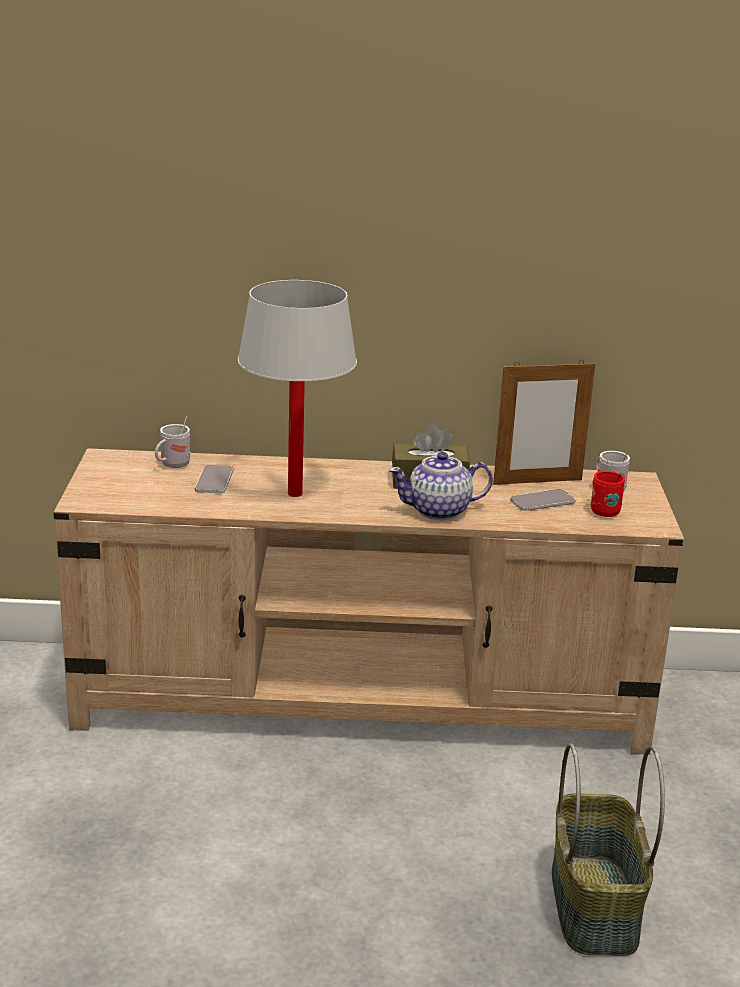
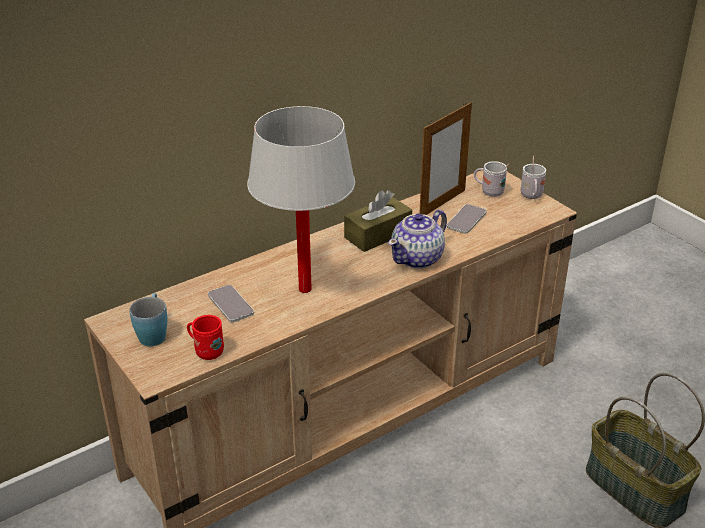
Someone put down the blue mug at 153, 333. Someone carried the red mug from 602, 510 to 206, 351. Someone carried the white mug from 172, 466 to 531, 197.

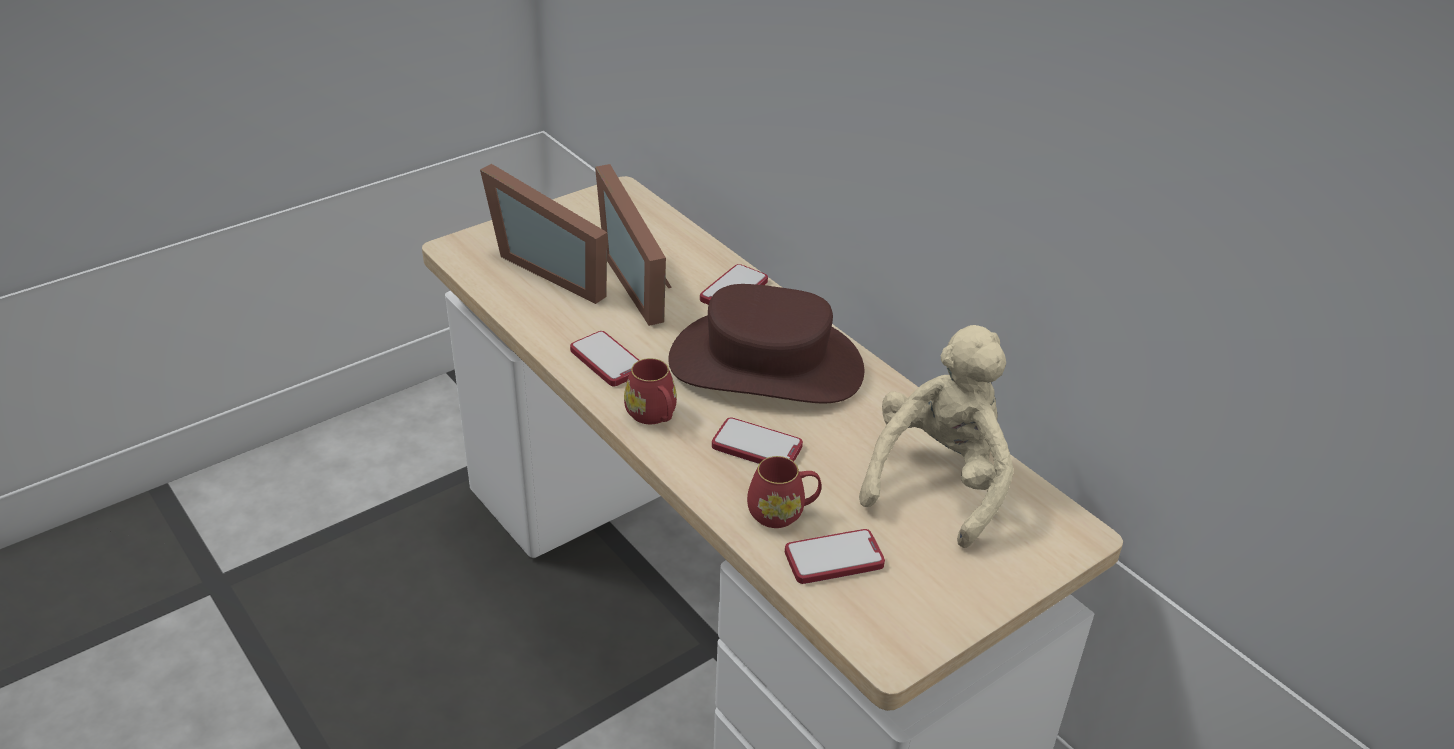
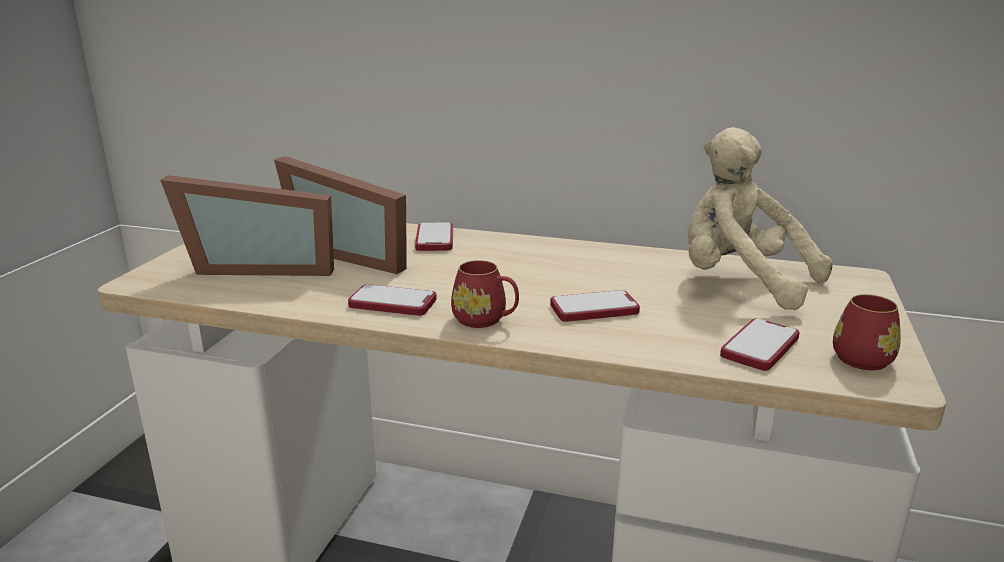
Someone rotated the beige plush toy at 938, 481 by 45 degrees counterclockwise. Someone carried the red mug from 782, 512 to 865, 356. Someone took away the brown hat at 766, 364.

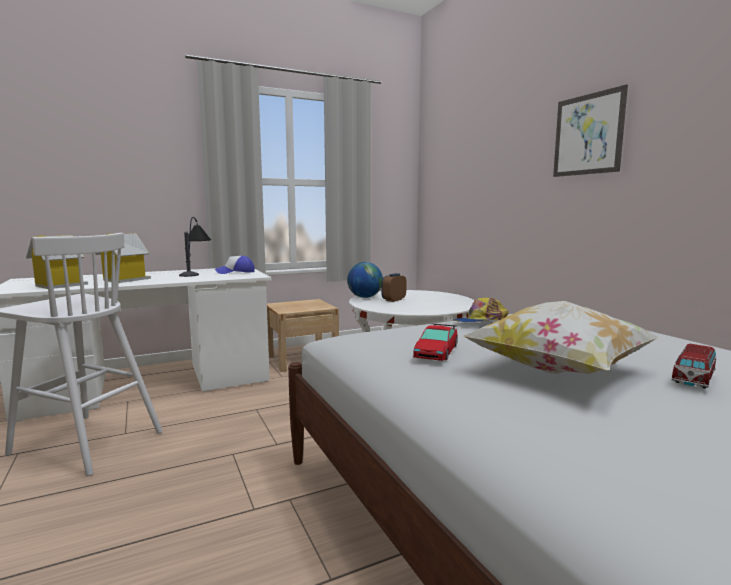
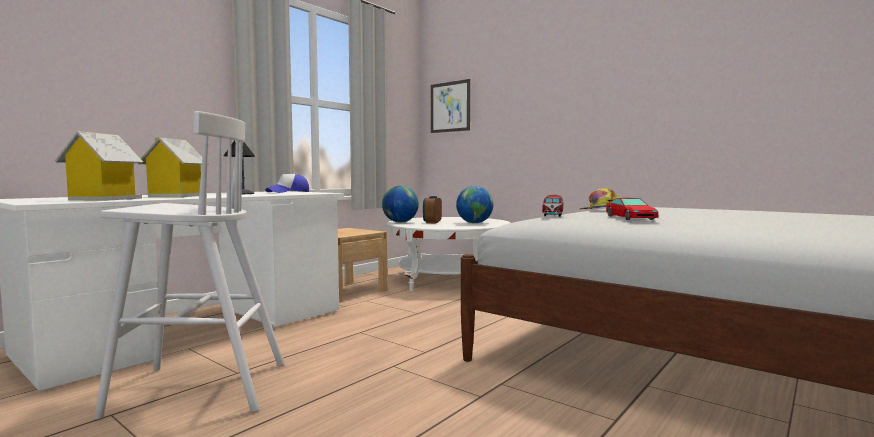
Someone carried the picture from 588, 134 to 450, 107. Someone put down the globe at 474, 223. Someone carried the toy car from 693, 380 to 553, 215. Someone took away the pillow at 558, 371.

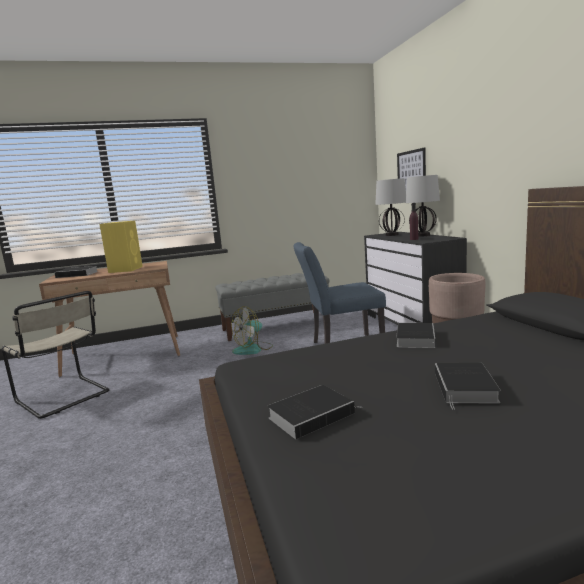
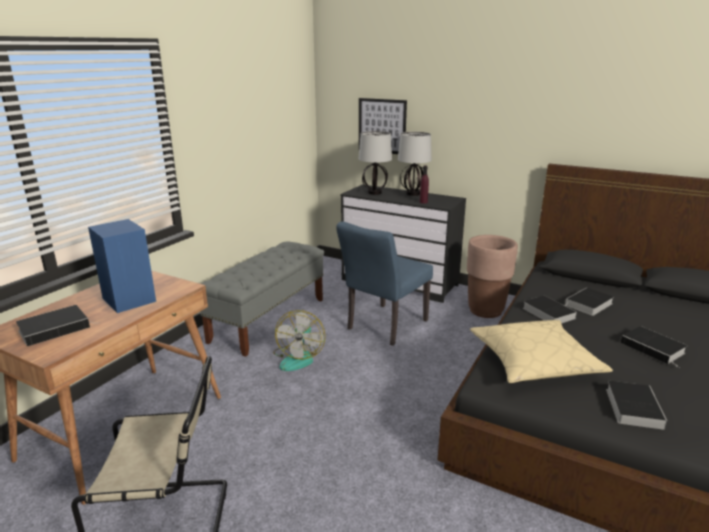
Someone repainted the yellow speaker at 126, 269, which became the blue speaker at 128, 299. Someone put down the beige pillow at 534, 361. Someone put down the book at 588, 305.

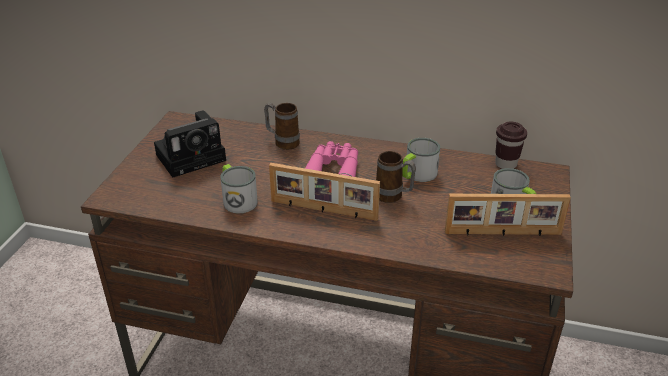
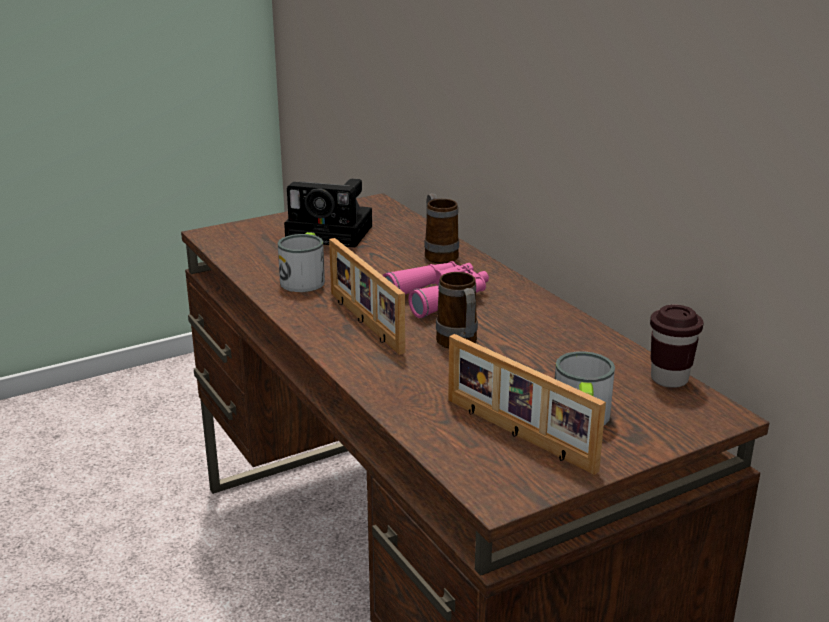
Someone took away the mug at 417, 175.

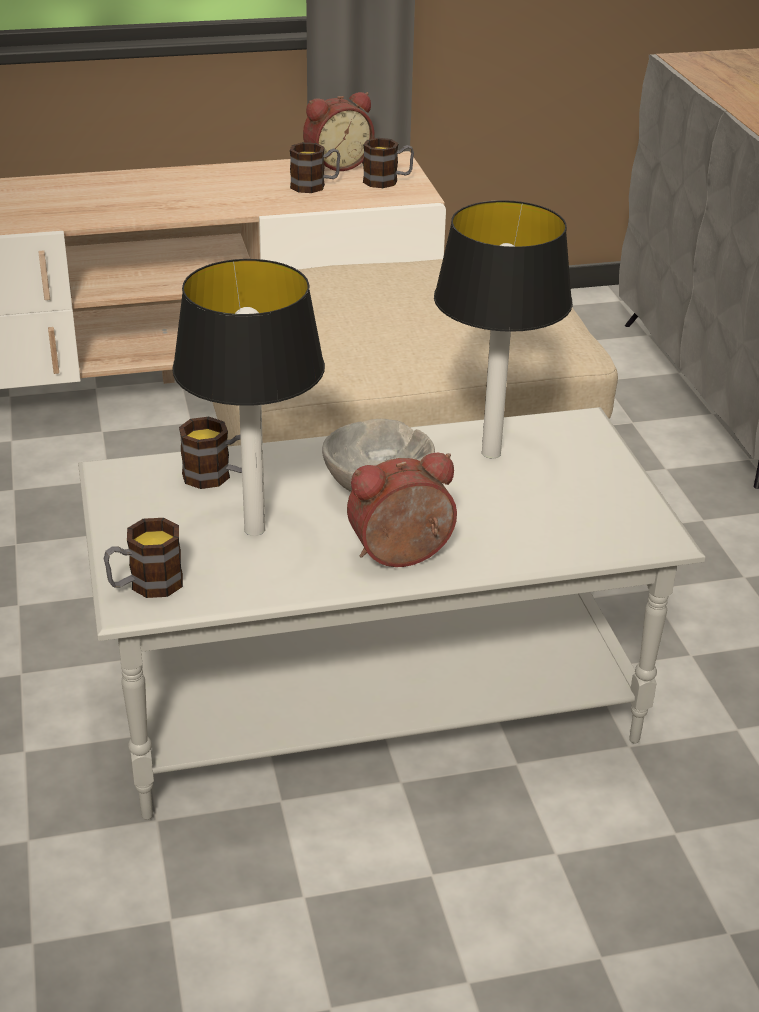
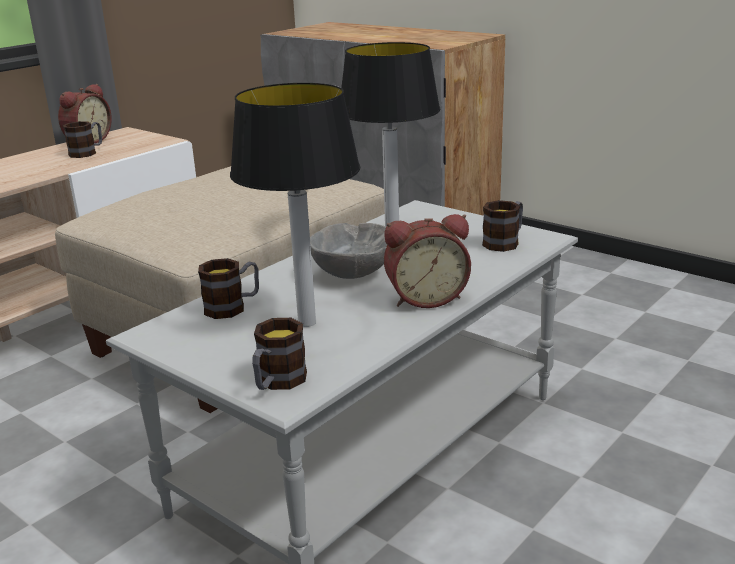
Someone rotated the alarm clock at 402, 557 by 135 degrees counterclockwise. Someone carried the mug from 388, 181 to 505, 242.

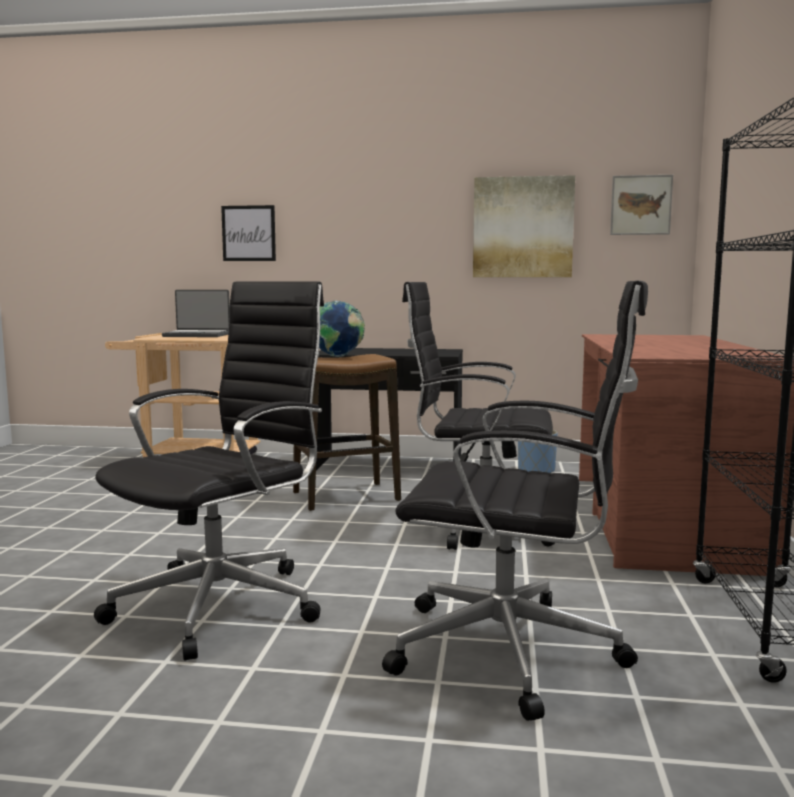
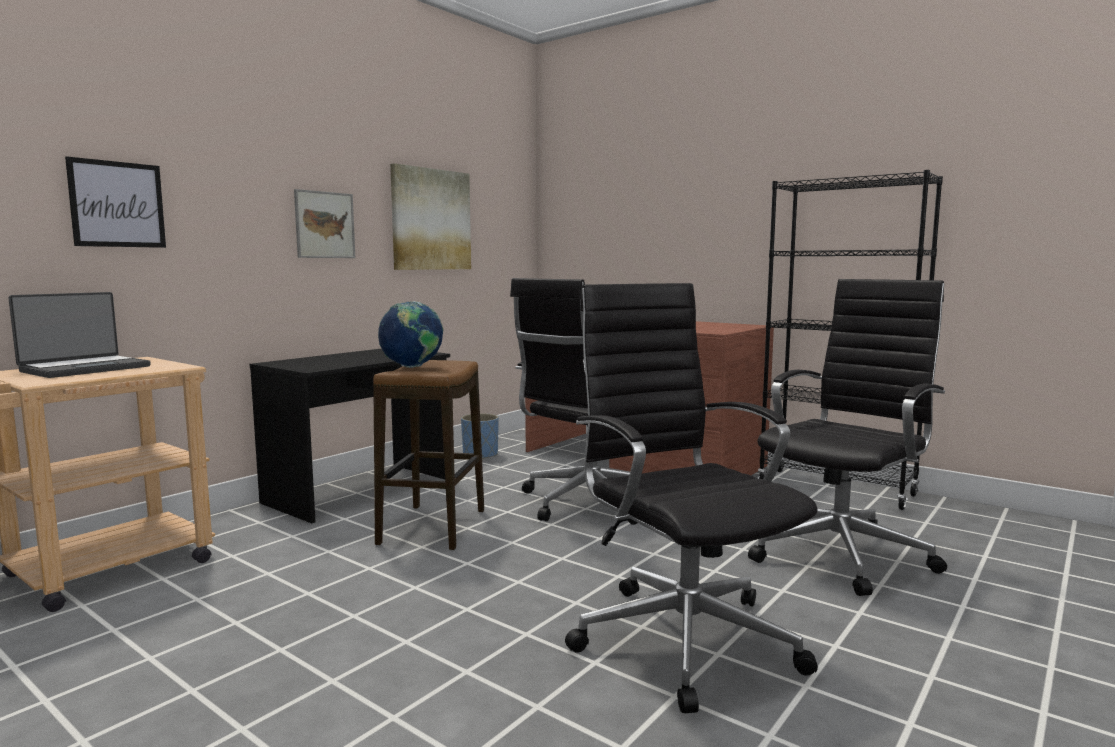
Someone carried the picture from 641, 205 to 325, 225.

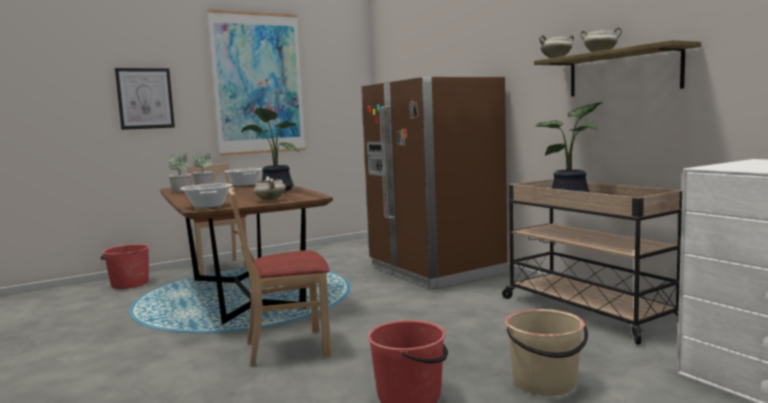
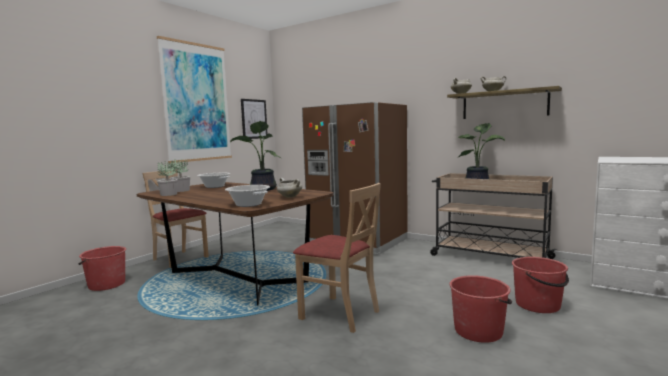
Someone carried the picture from 145, 98 to 254, 119. Someone rotated the beige chair at 287, 347 by 105 degrees counterclockwise. Someone repainted the beige bucket at 545, 382, which became the red bucket at 538, 305.

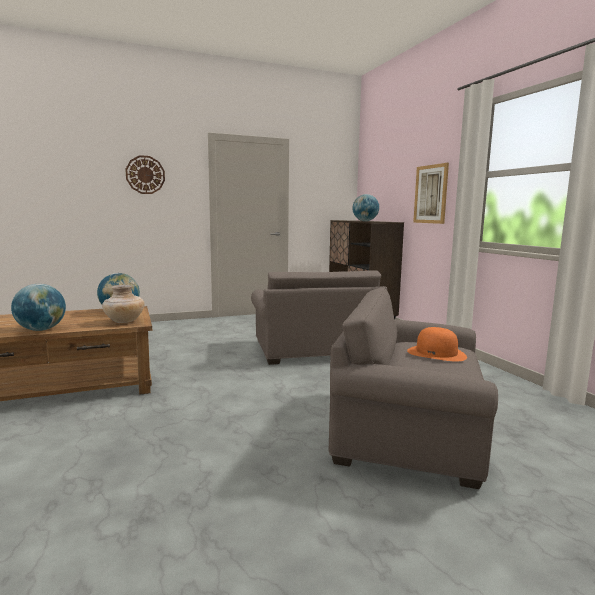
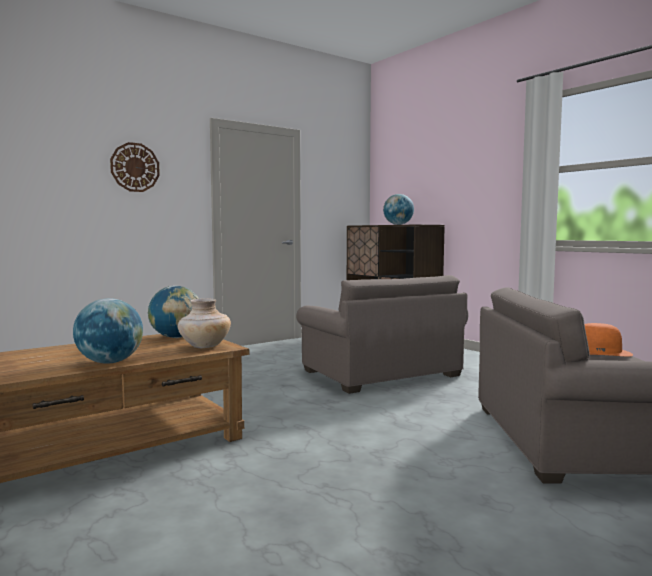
Someone took away the picture at 430, 194.

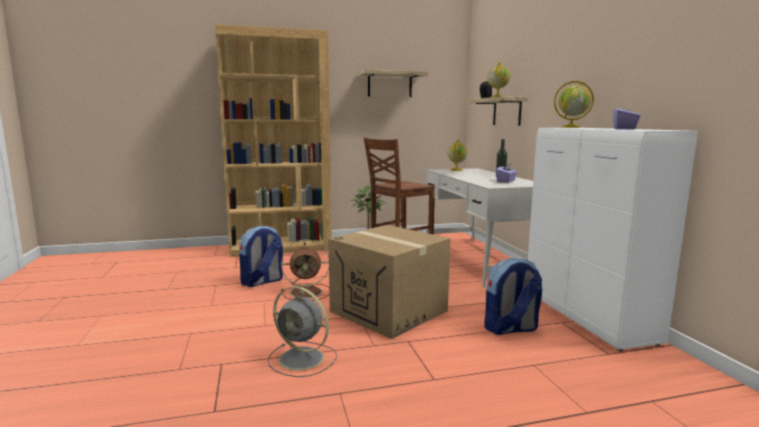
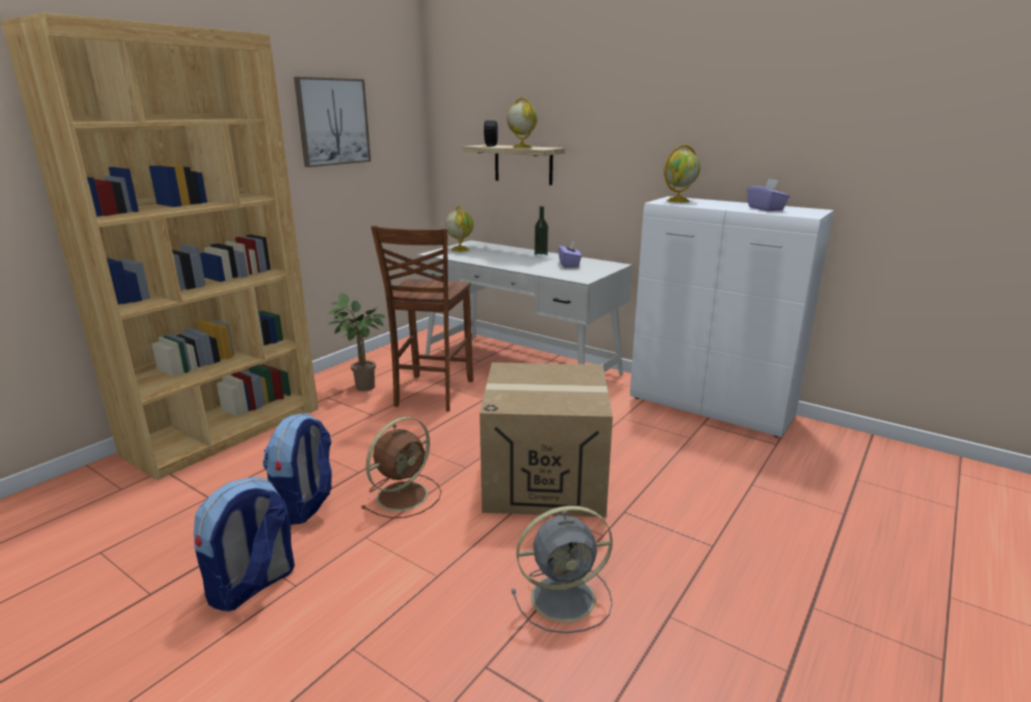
Someone carried the backpack from 510, 329 to 253, 586. Someone swapped the shelf at 389, 85 for the picture at 333, 122.

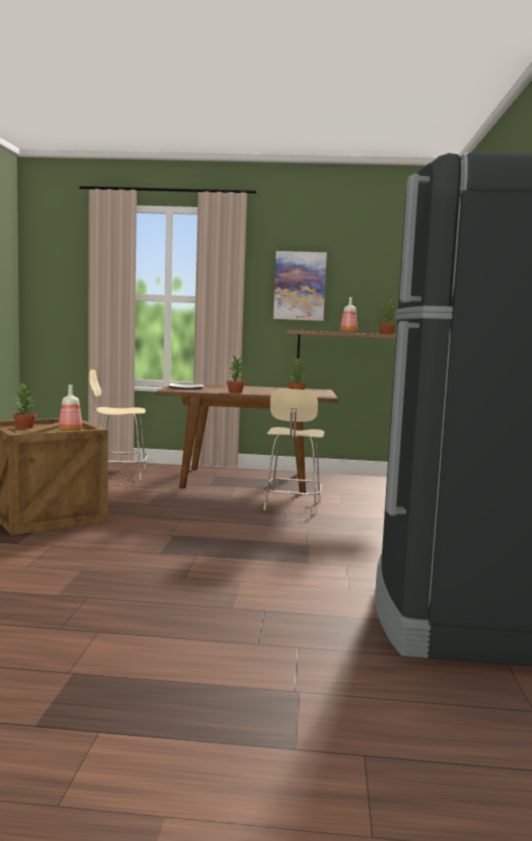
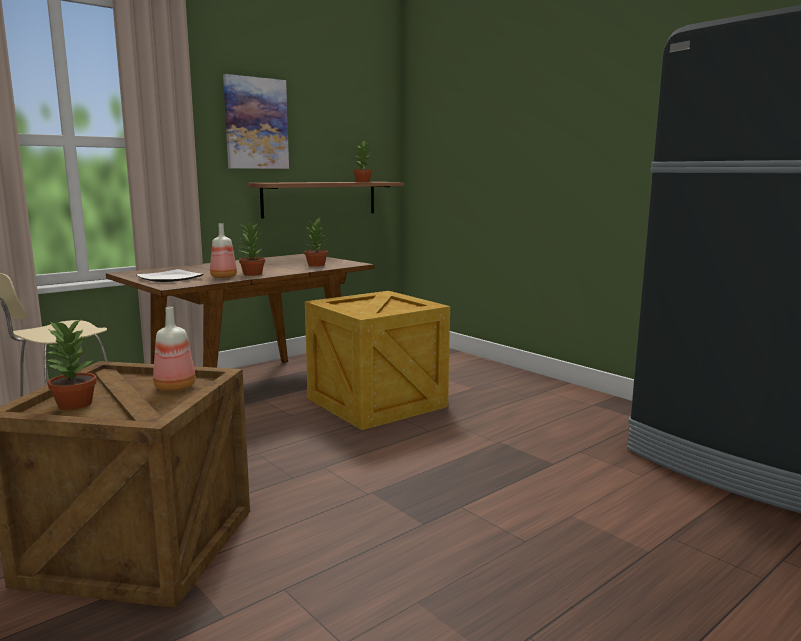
Someone carried the bottle from 348, 332 to 223, 277. Someone swapped the beige chair at 292, 506 for the crate at 376, 403.

